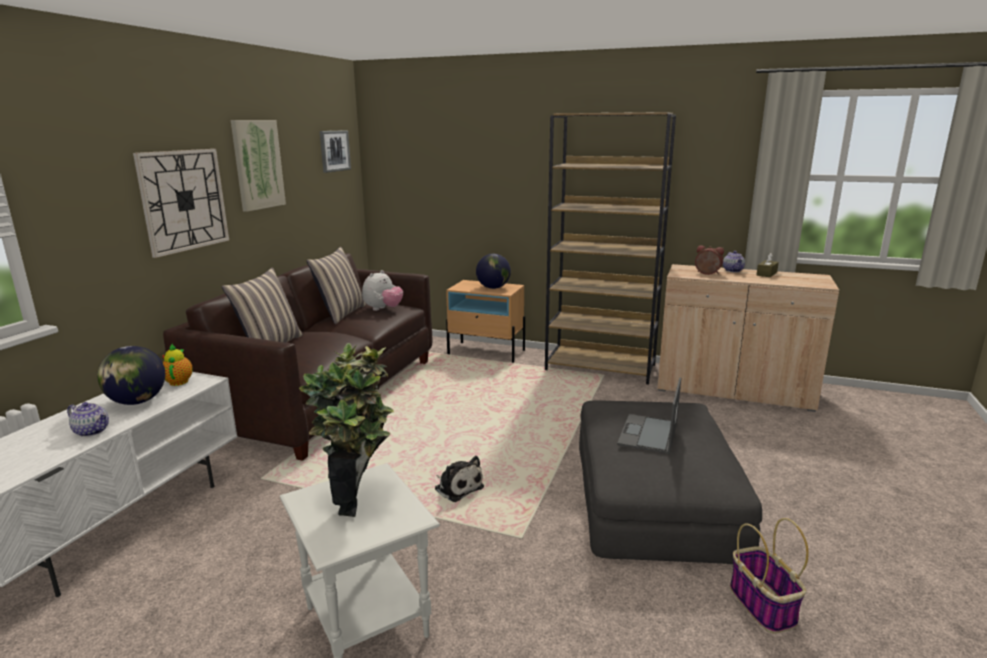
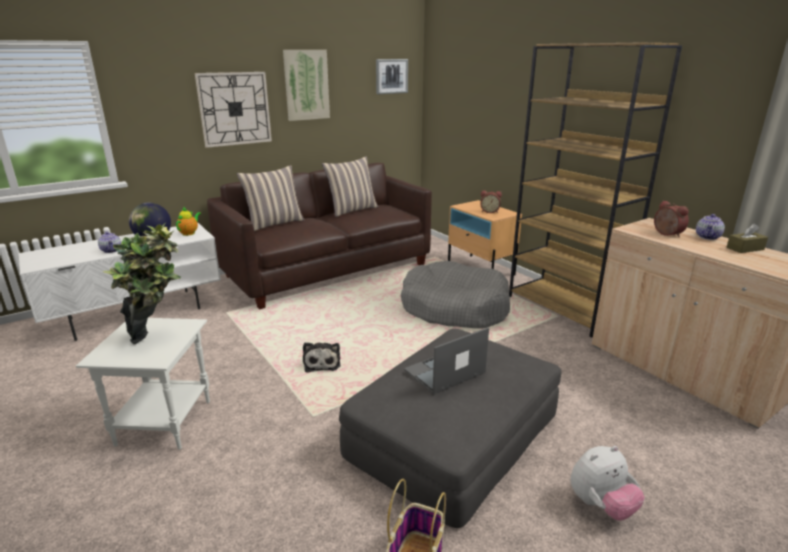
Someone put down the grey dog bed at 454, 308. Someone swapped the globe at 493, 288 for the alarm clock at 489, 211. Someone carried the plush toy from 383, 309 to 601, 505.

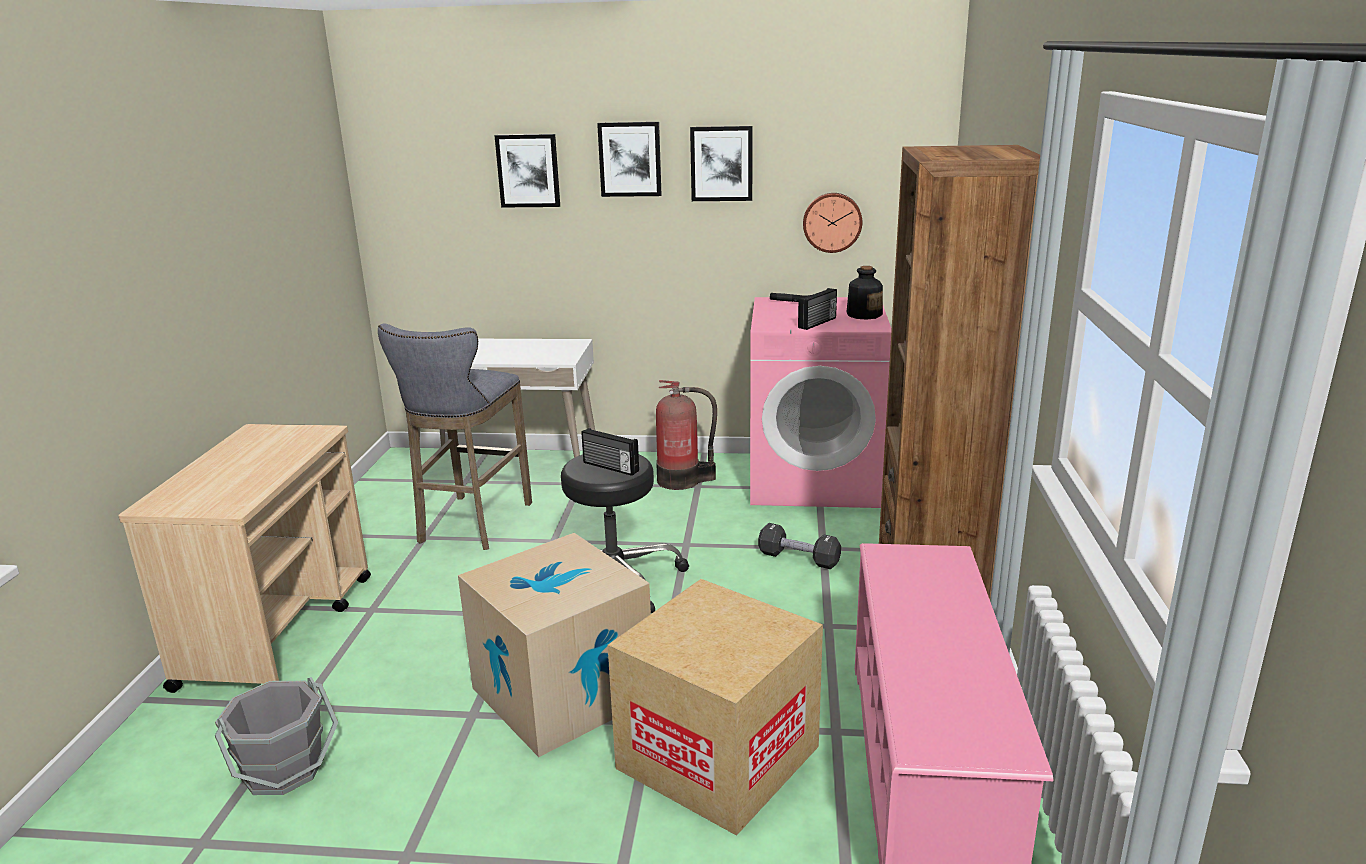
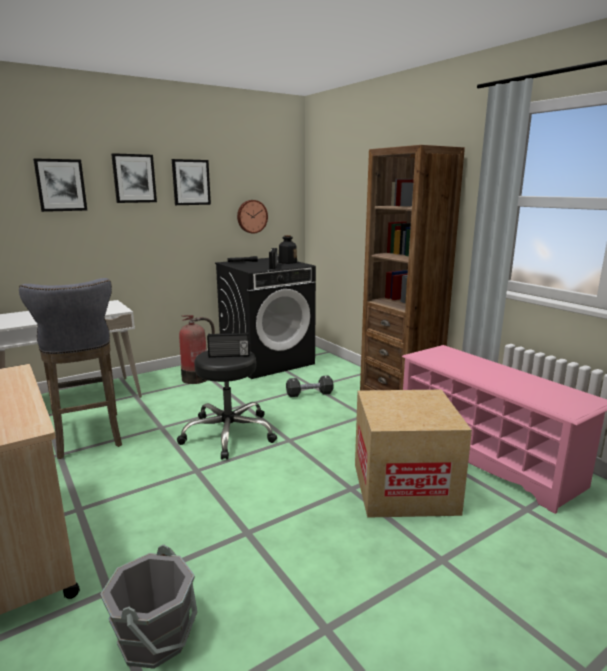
Someone repainted the pink washing machine at 815, 480, which became the black washing machine at 267, 361. Someone took away the cardboard box at 562, 693.

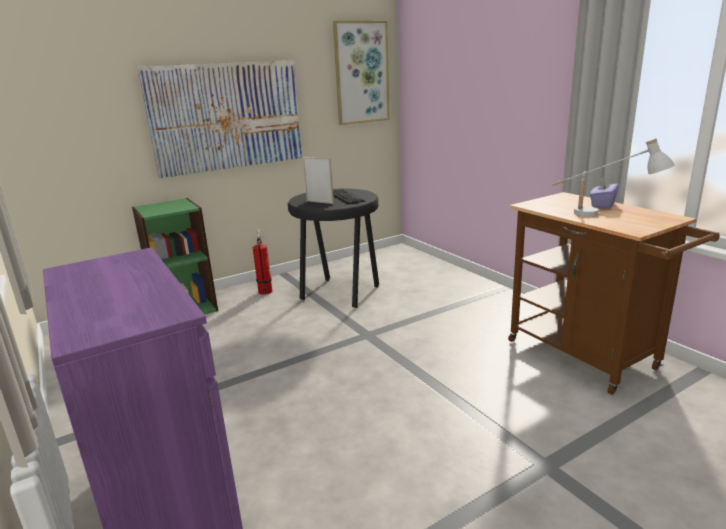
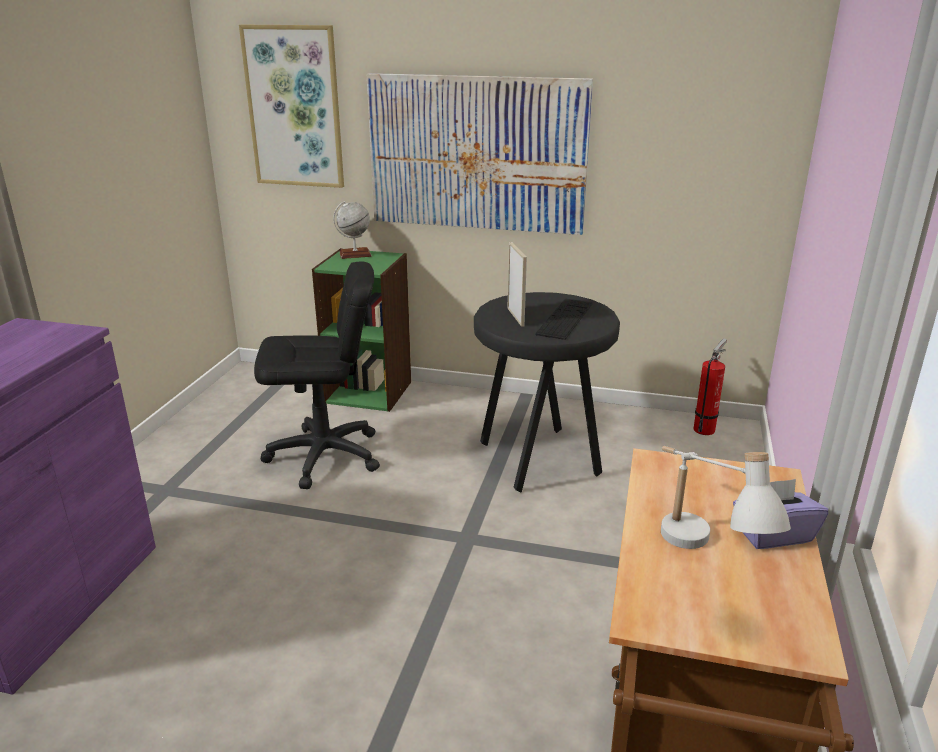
Someone carried the picture from 361, 73 to 294, 107. Someone put down the black office chair at 325, 456. Someone put down the globe at 355, 254. Someone carried the fire extinguisher from 265, 290 to 705, 428.

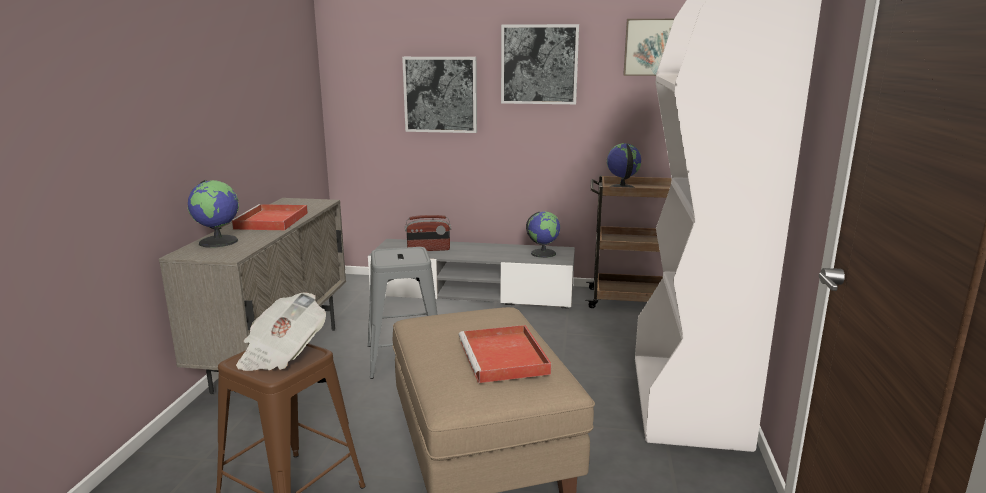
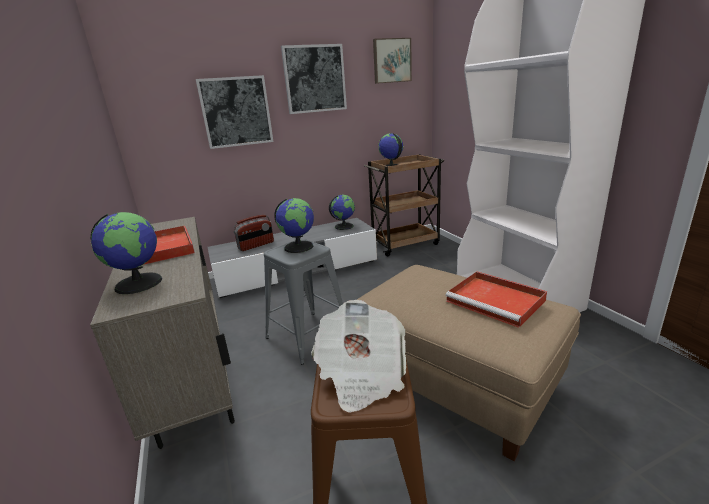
Someone put down the globe at 299, 247.

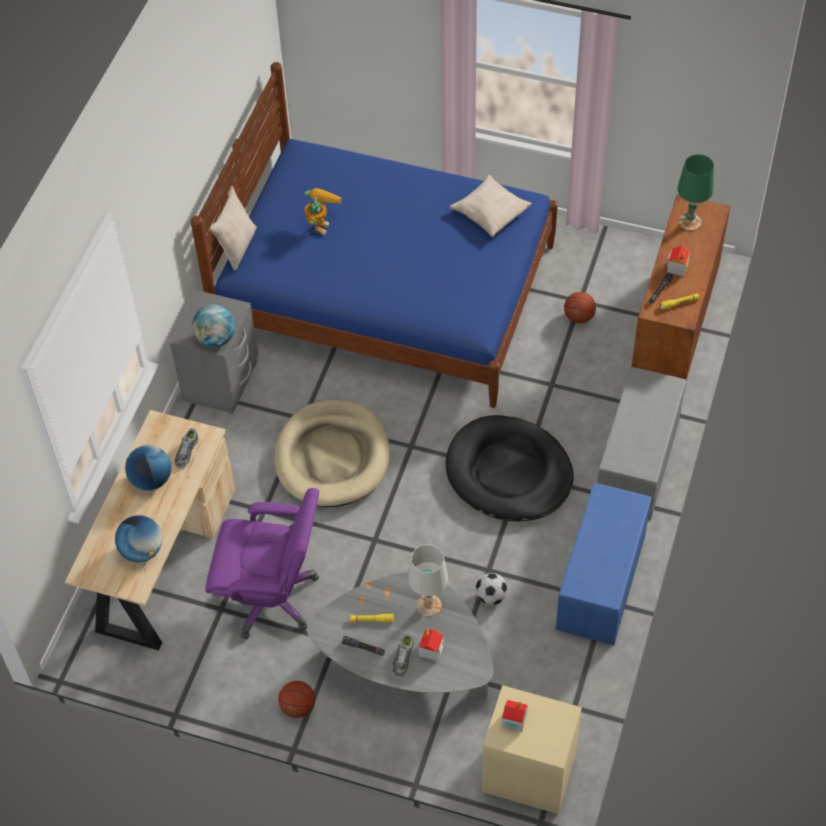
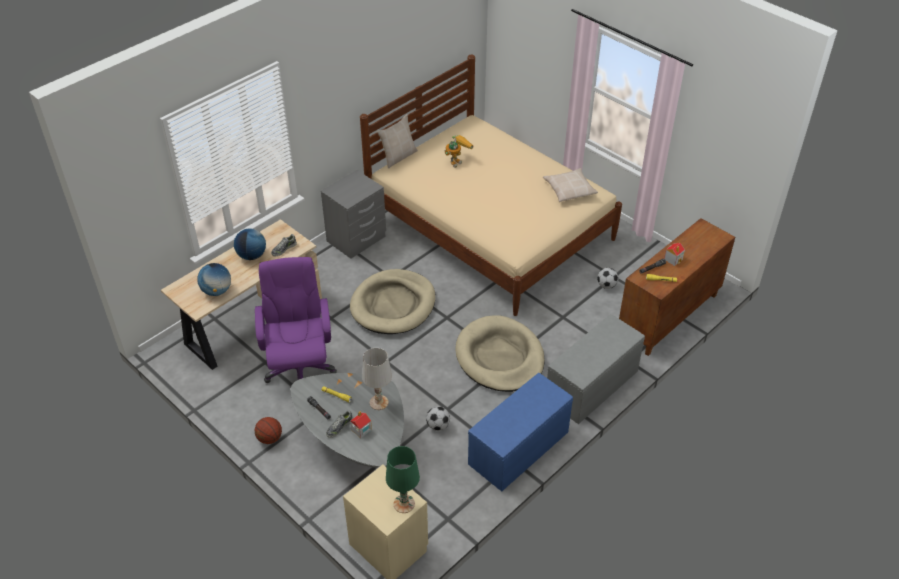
Someone rotated the purple office chair at 271, 597 by 135 degrees counterclockwise. Someone repainted the blue bed at 387, 293, which became the beige bed at 490, 228. Someone carried the green table lamp from 690, 222 to 404, 503. Someone repainted the black dog bed at 509, 473, which became the beige dog bed at 500, 357. Someone swapped the basketball at 578, 317 for the football at 606, 285. Someone took away the globe at 216, 339. Someone took away the toy house at 514, 720.

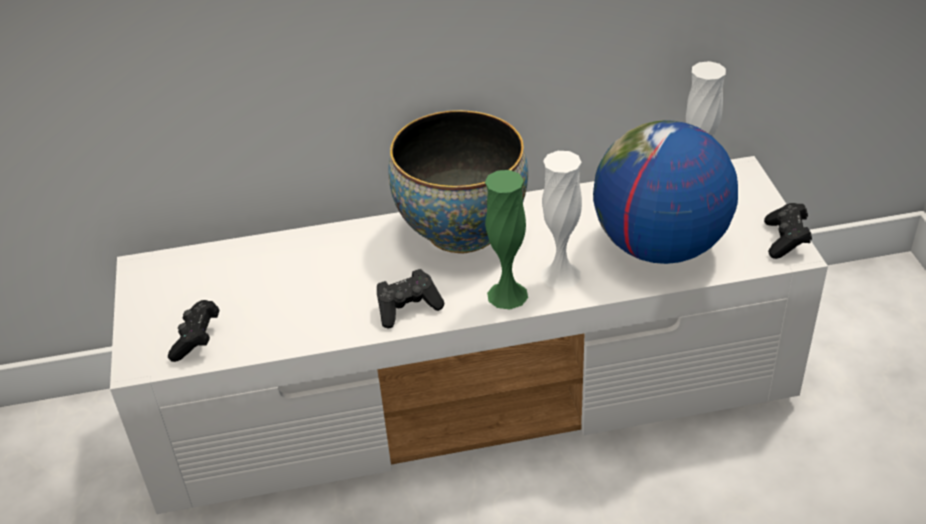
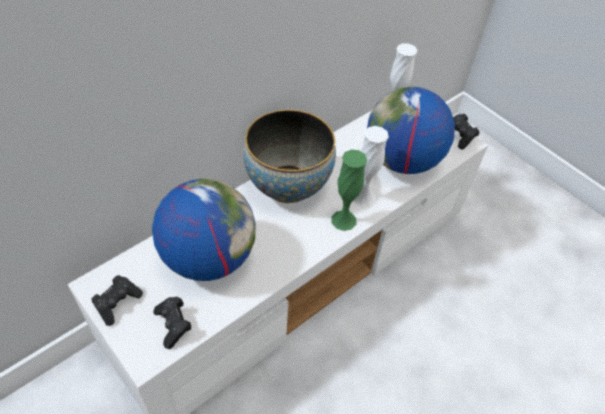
Someone carried the black game controller from 408, 308 to 117, 303. Someone put down the globe at 208, 257.

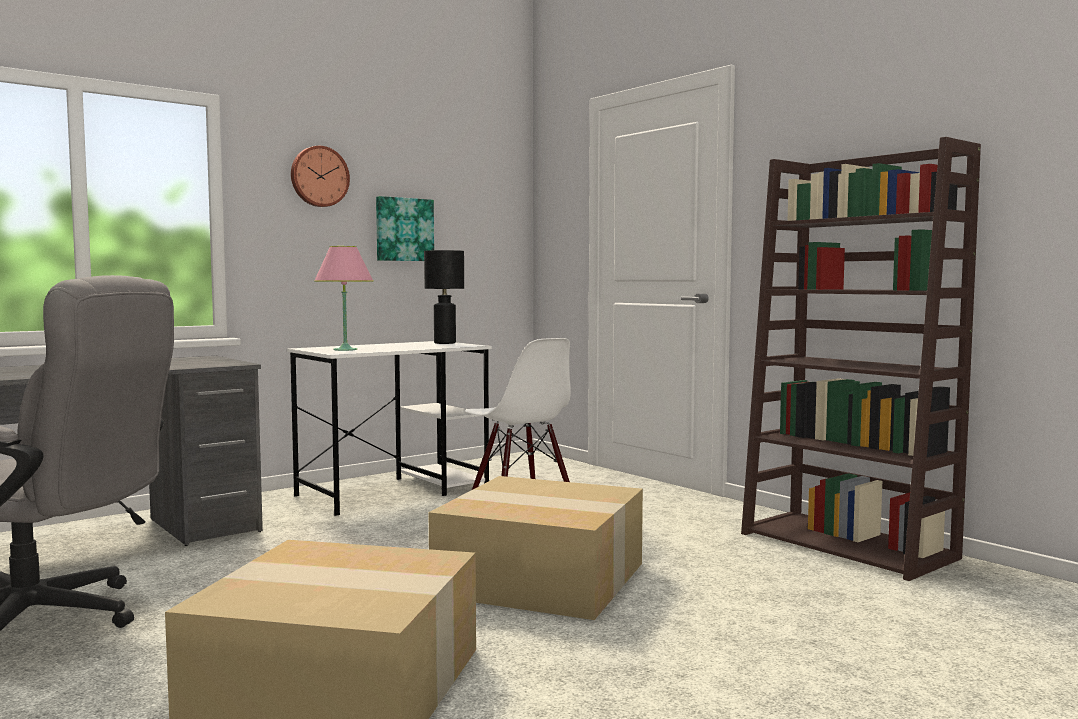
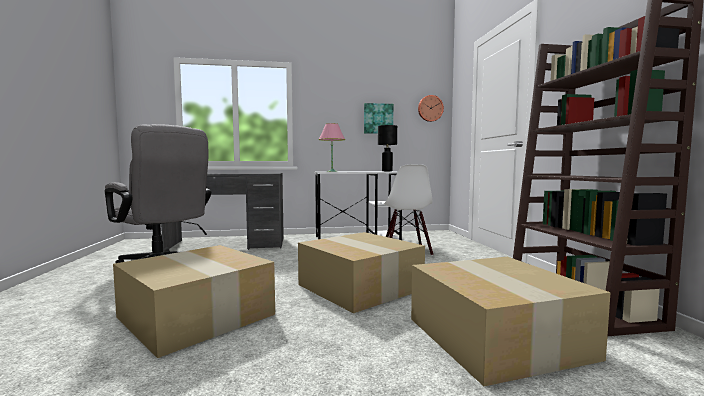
Someone put down the cardboard box at 493, 336. Someone carried the wall clock from 319, 176 to 430, 108.

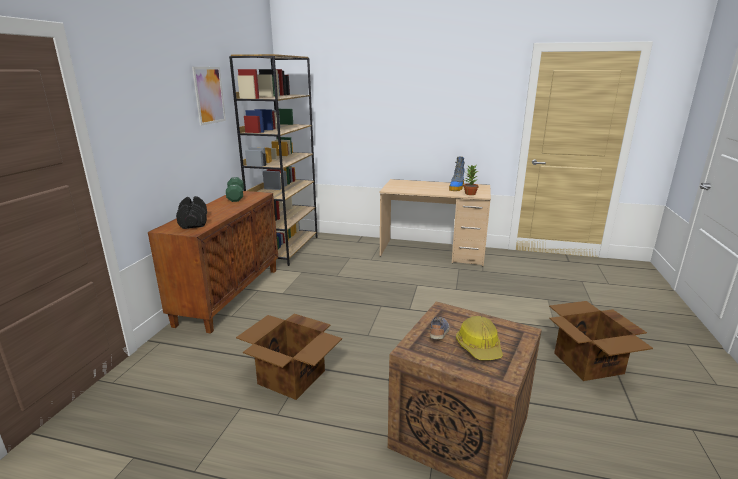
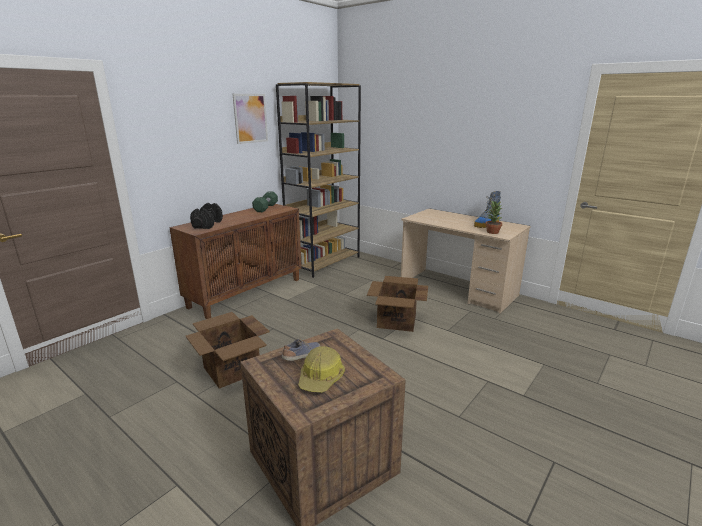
Someone carried the cardboard box from 588, 363 to 396, 321.

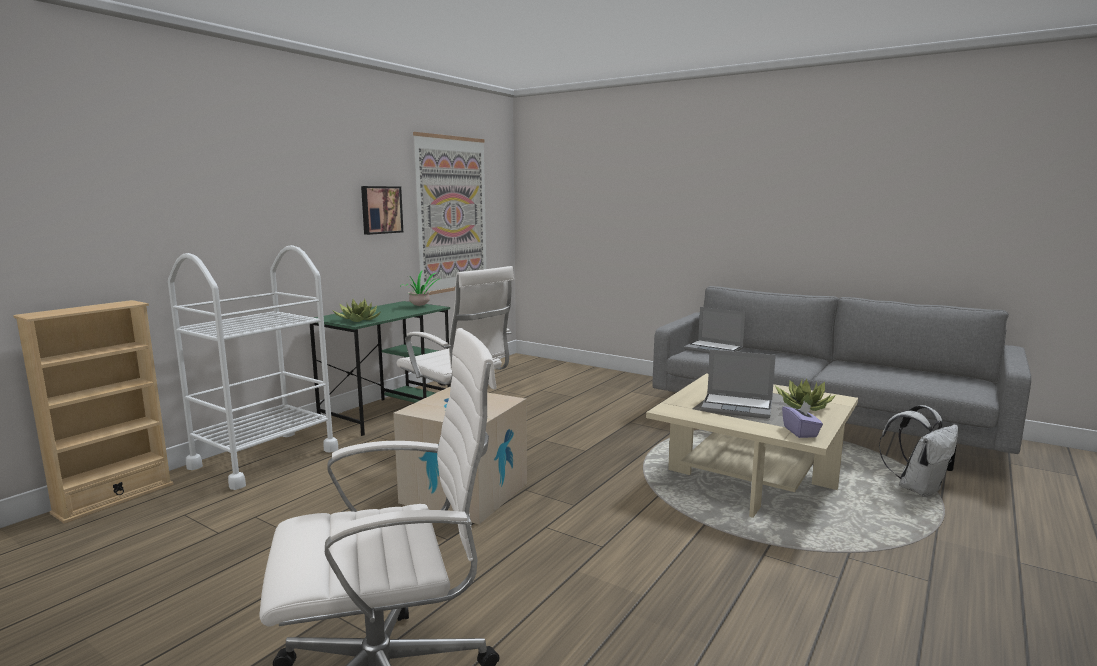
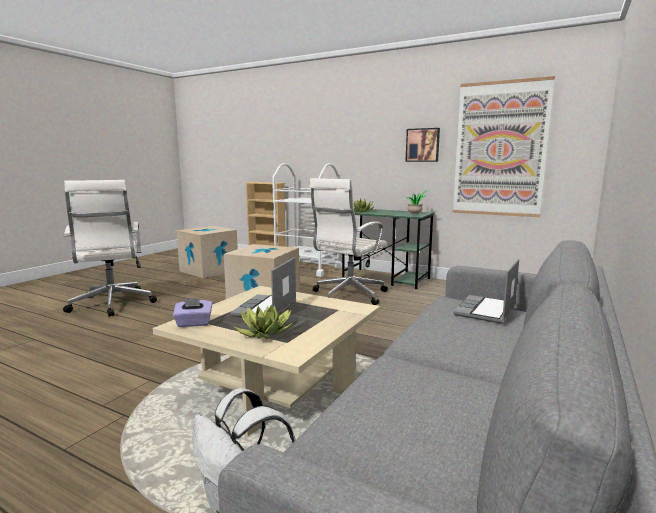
Someone put down the cardboard box at 209, 270.

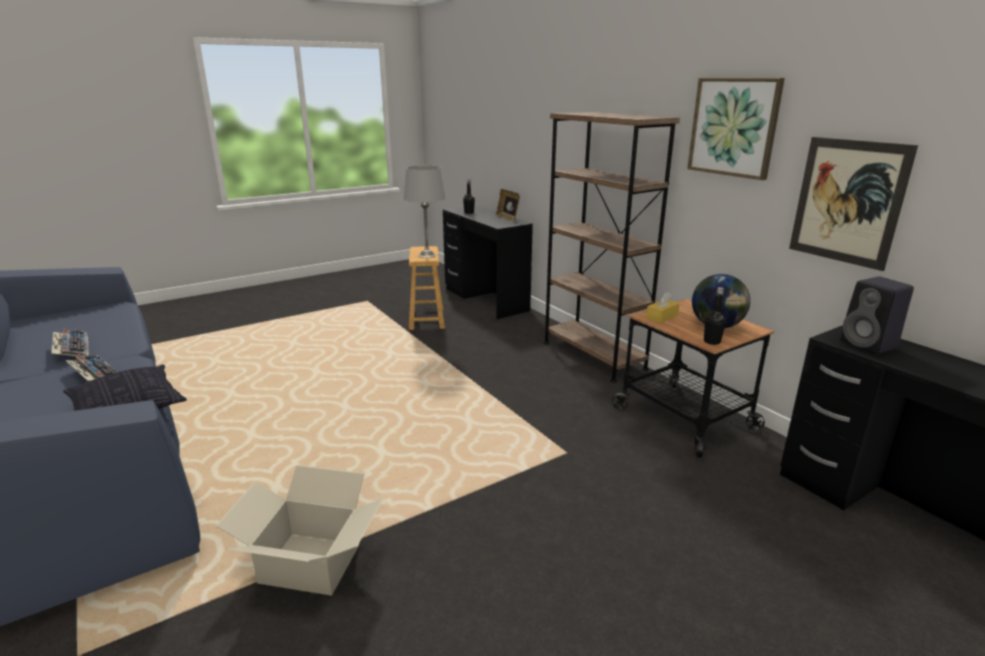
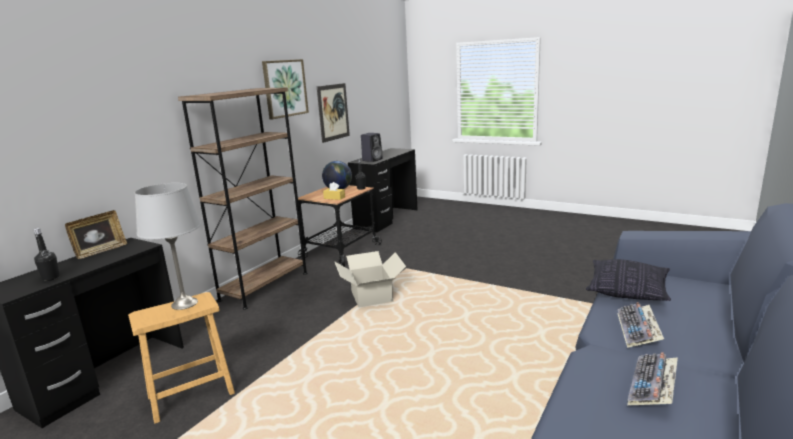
Someone carried the cardboard box from 310, 562 to 371, 296.

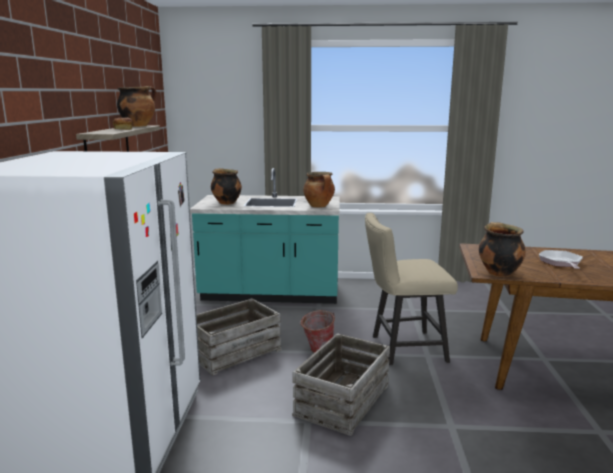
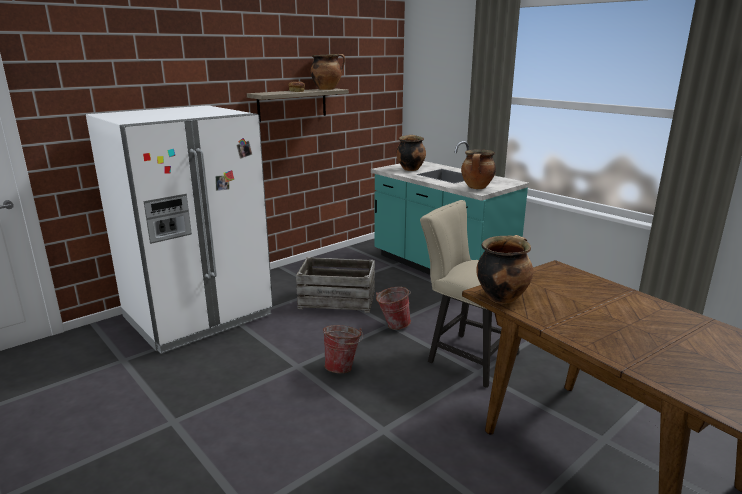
Someone swapped the crate at 343, 401 for the bucket at 343, 367. Someone took away the frying pan at 561, 263.

